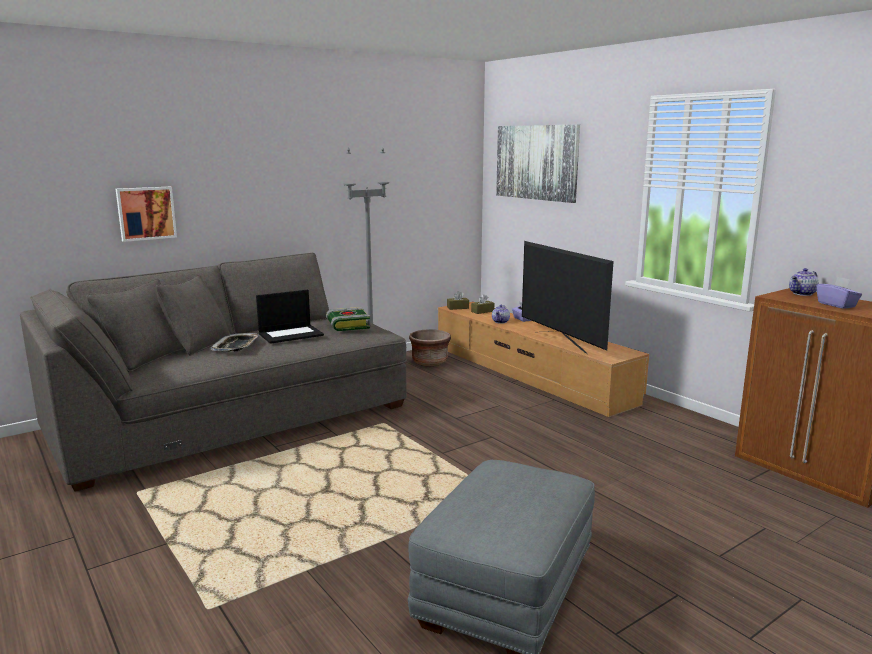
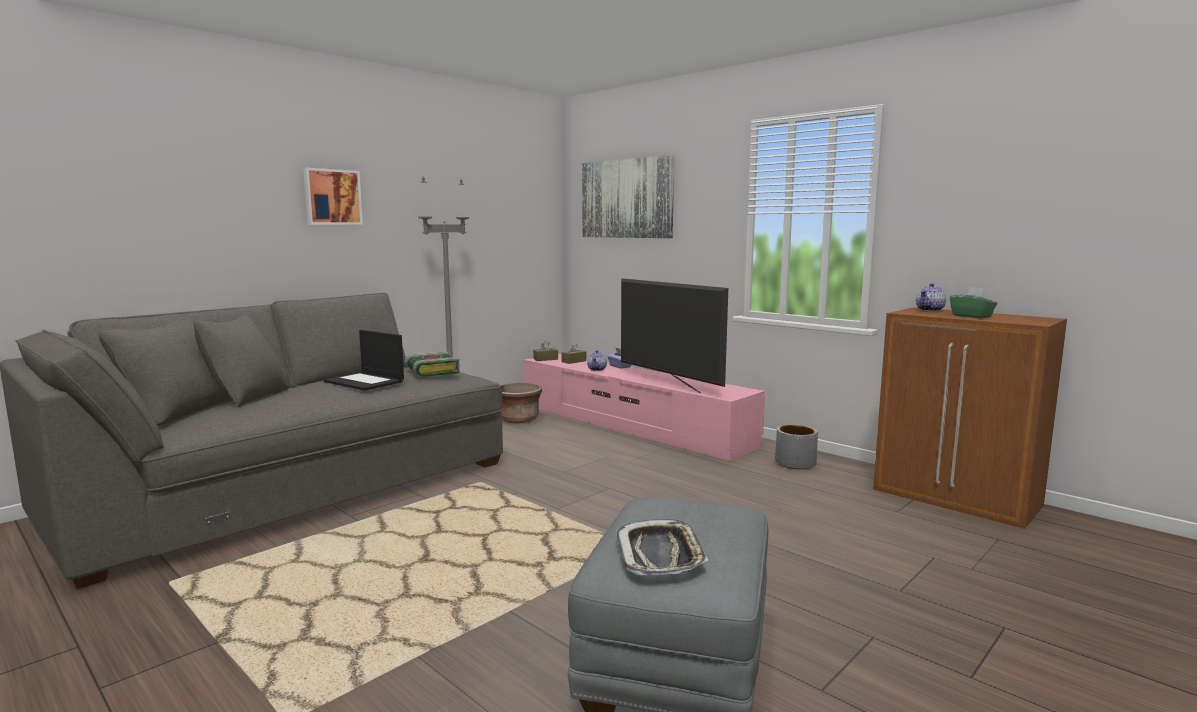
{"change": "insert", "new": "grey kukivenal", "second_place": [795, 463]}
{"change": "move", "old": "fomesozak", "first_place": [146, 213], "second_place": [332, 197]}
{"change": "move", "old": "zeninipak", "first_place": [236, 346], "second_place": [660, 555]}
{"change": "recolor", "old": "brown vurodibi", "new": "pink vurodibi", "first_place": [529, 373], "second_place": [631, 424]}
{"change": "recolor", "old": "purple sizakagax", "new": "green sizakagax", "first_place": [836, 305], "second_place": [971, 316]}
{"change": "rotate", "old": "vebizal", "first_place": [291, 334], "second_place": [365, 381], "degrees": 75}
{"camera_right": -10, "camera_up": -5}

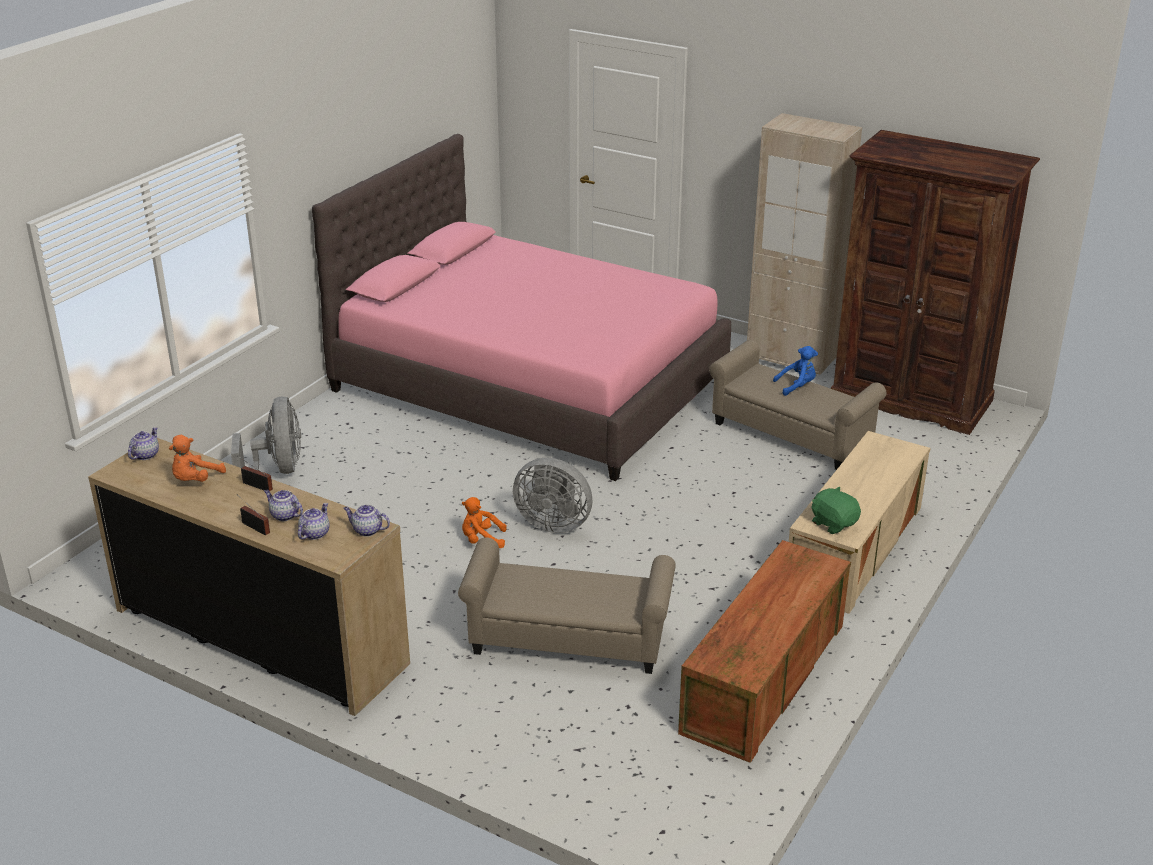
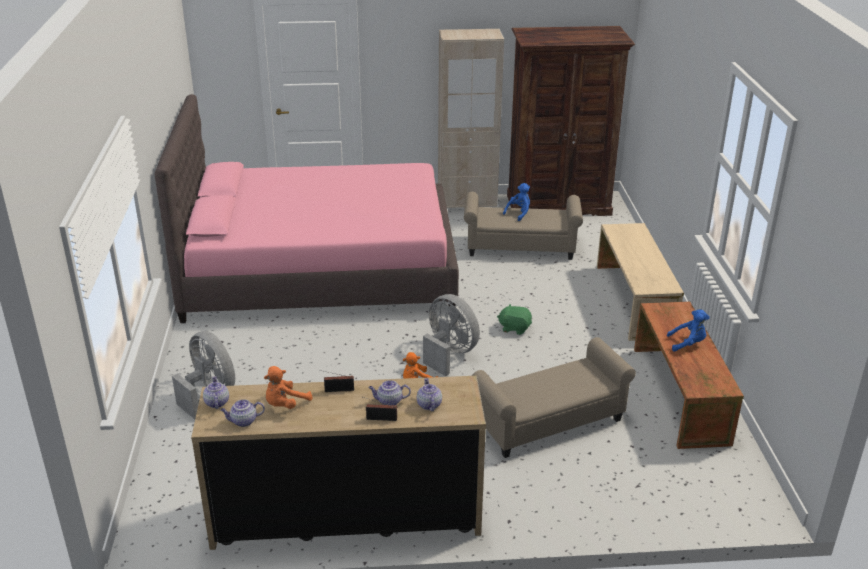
{"change": "insert", "new": "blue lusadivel", "second_place": [688, 344]}
{"change": "move", "old": "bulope", "first_place": [367, 530], "second_place": [243, 421]}
{"change": "move", "old": "green lusadivel", "first_place": [833, 523], "second_place": [514, 328]}
{"change": "rotate", "old": "orange lusadivel", "first_place": [195, 480], "second_place": [285, 404], "degrees": 45}
{"change": "rotate", "old": "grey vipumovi", "first_place": [553, 523], "second_place": [449, 354], "degrees": -120}
{"camera_right": -35, "camera_up": 0}

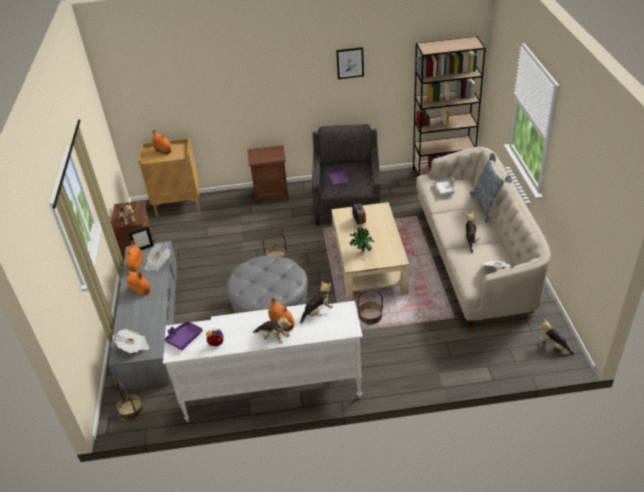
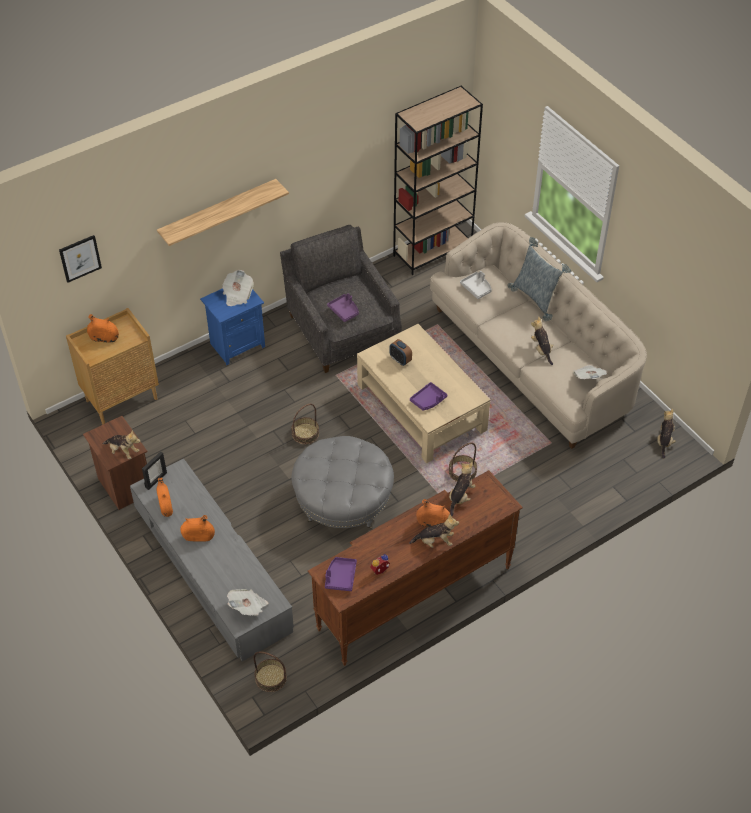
{"change": "insert", "new": "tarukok", "second_place": [218, 213]}
{"change": "move", "old": "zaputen", "first_place": [158, 263], "second_place": [237, 295]}
{"change": "move", "old": "fomesozak", "first_place": [350, 63], "second_place": [80, 258]}
{"change": "replace", "old": "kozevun", "new": "purple zeninipak", "first_place": [361, 251], "second_place": [428, 400]}
{"change": "recolor", "old": "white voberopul", "new": "brown voberopul", "first_place": [272, 392], "second_place": [413, 597]}
{"change": "recolor", "old": "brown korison", "new": "blue korison", "first_place": [271, 193], "second_place": [236, 344]}
{"change": "rotate", "old": "lusadivel", "first_place": [554, 345], "second_place": [664, 441], "degrees": 90}
{"camera_right": -30, "camera_up": 10}

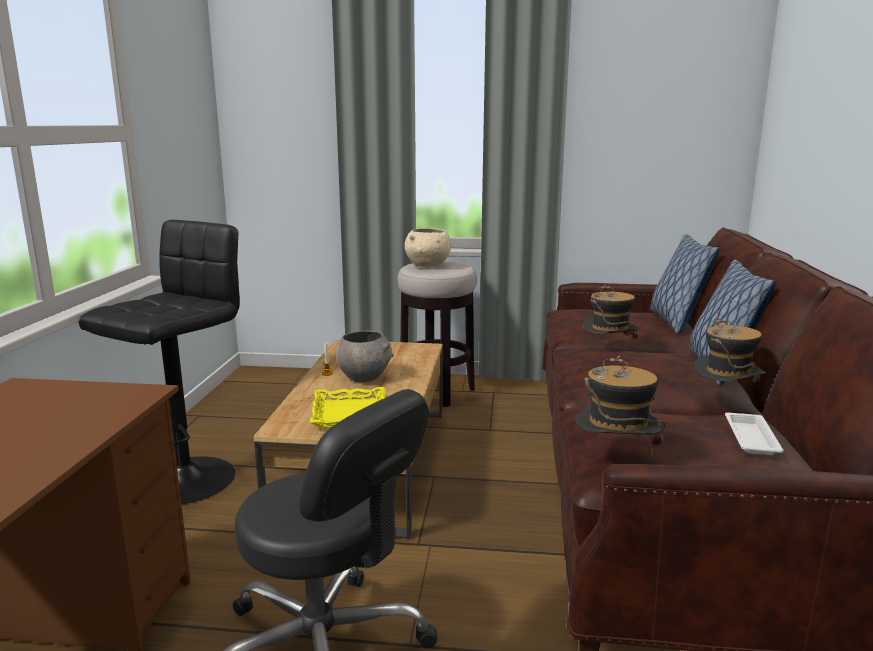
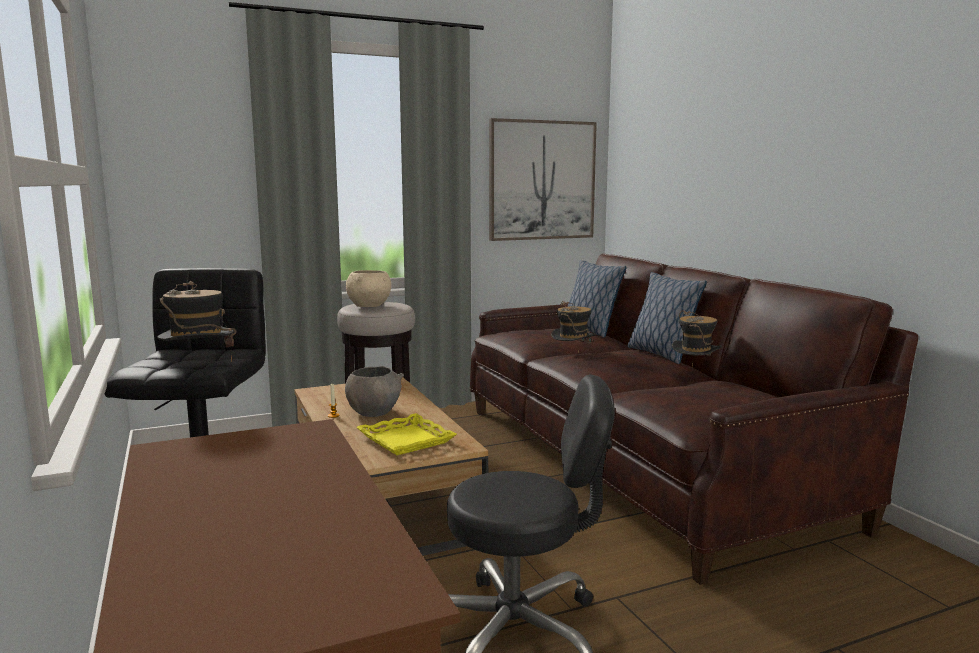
{"change": "delete", "old": "white zeninipak", "first_place": [751, 437]}
{"change": "insert", "new": "fomesozak", "second_place": [542, 180]}
{"change": "move", "old": "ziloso", "first_place": [615, 461], "second_place": [199, 368]}
{"camera_right": -30, "camera_up": -5}

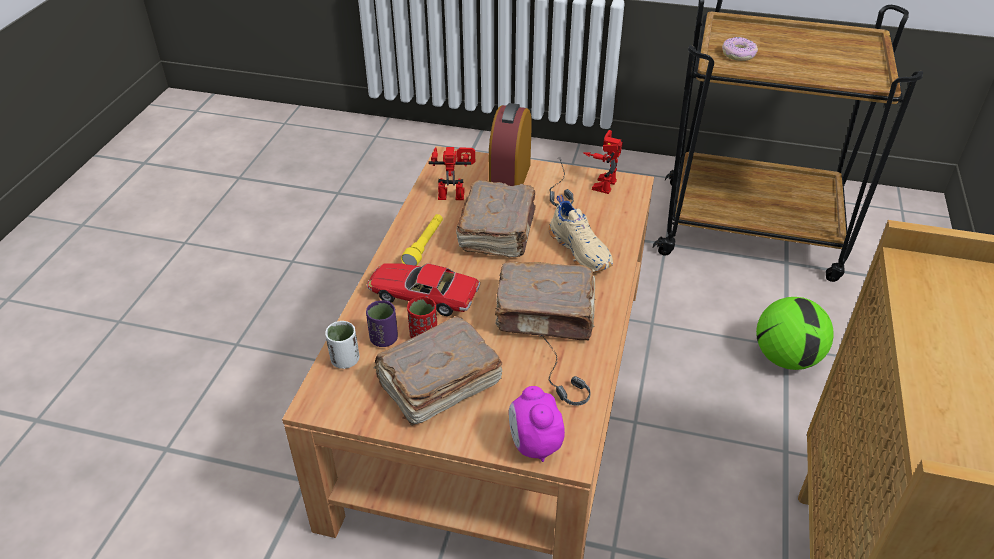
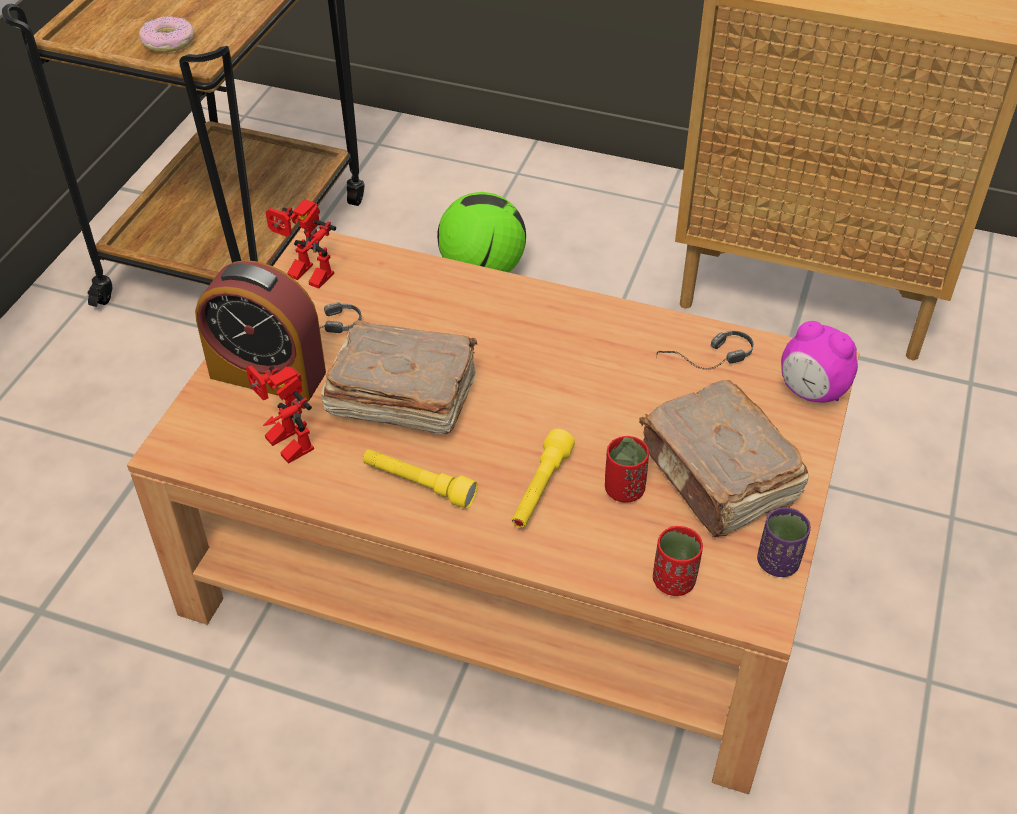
{"change": "delete", "old": "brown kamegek", "first_place": [546, 315]}
{"change": "delete", "old": "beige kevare", "first_place": [581, 250]}
{"change": "move", "old": "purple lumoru", "first_place": [384, 339], "second_place": [778, 562]}
{"change": "replace", "old": "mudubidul", "new": "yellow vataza", "first_place": [423, 296], "second_place": [540, 489]}
{"change": "recolor", "old": "white lumoru", "new": "red lumoru", "first_place": [345, 360], "second_place": [674, 581]}
{"change": "rotate", "old": "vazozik", "first_place": [453, 192], "second_place": [282, 444], "degrees": -45}
{"change": "rotate", "old": "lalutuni", "first_place": [534, 445], "second_place": [811, 392], "degrees": 45}
{"camera_right": -85, "camera_up": 5}

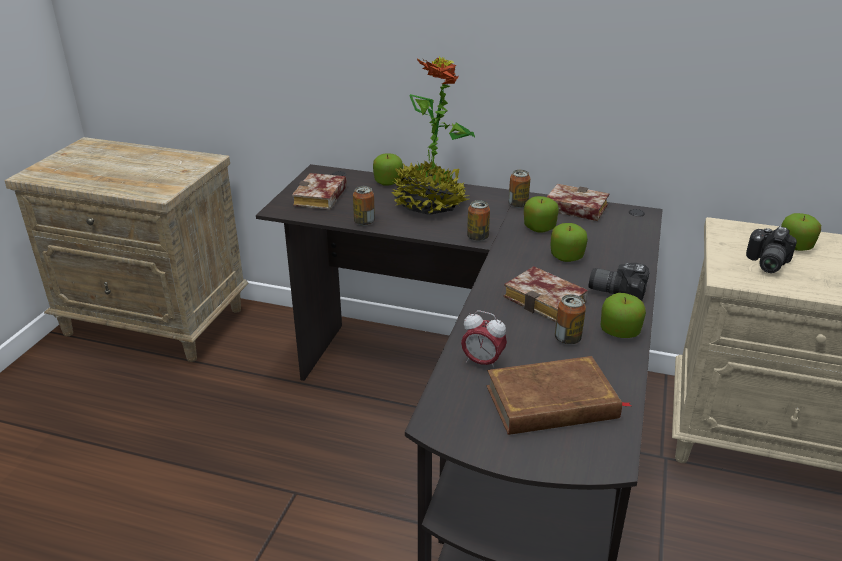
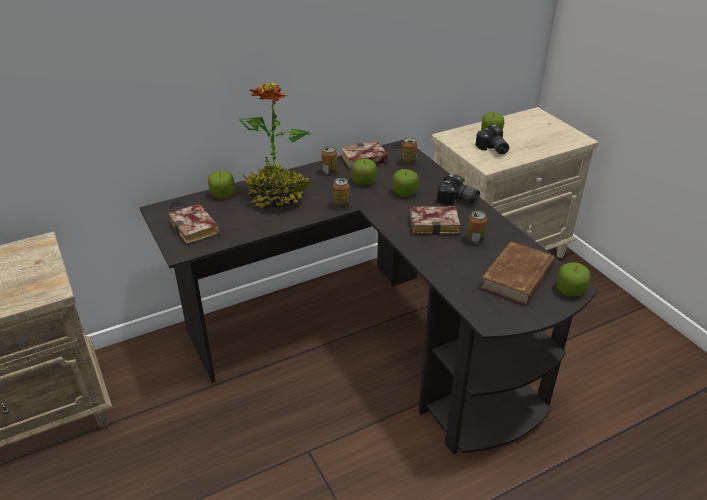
{"change": "delete", "old": "lalutuni", "first_place": [482, 362]}
{"change": "move", "old": "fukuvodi", "first_place": [364, 222], "second_place": [408, 162]}
{"change": "move", "old": "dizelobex", "first_place": [620, 331], "second_place": [570, 290]}
{"change": "rotate", "old": "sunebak", "first_place": [617, 292], "second_place": [457, 200], "degrees": -120}
{"camera_right": -45, "camera_up": 5}

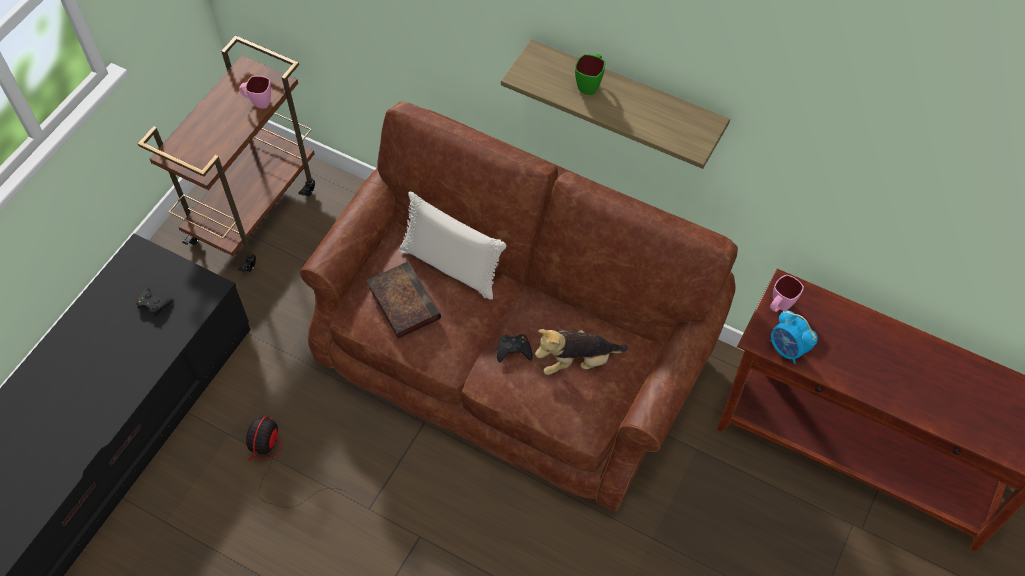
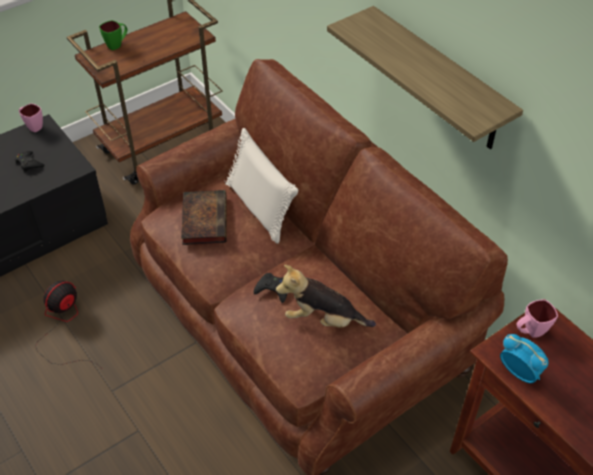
{"change": "move", "old": "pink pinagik", "first_place": [258, 102], "second_place": [33, 126]}
{"change": "move", "old": "green pinagik", "first_place": [590, 84], "second_place": [117, 45]}
{"change": "rotate", "old": "lalutuni", "first_place": [787, 349], "second_place": [519, 372], "degrees": 150}
{"camera_right": 25, "camera_up": -10}

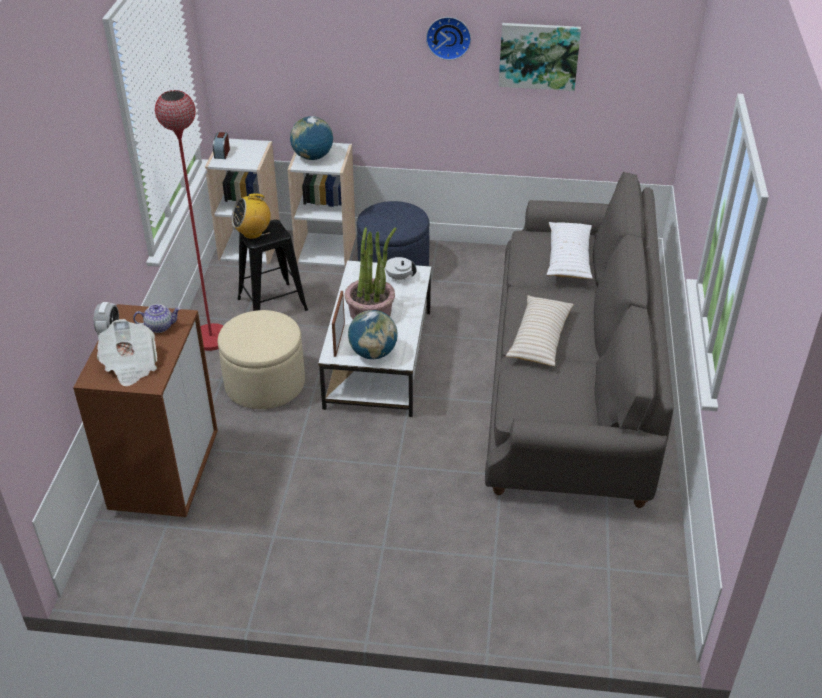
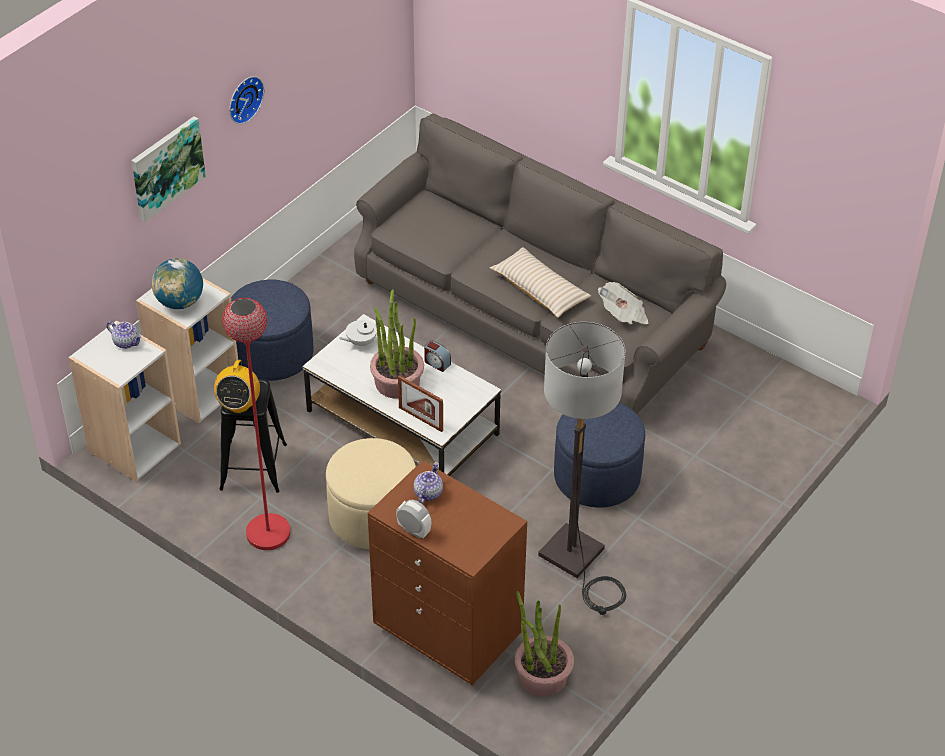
{"change": "delete", "old": "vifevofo", "first_place": [373, 353]}
{"change": "delete", "old": "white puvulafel", "first_place": [568, 258]}
{"change": "insert", "new": "bulope", "second_place": [126, 342]}
{"change": "insert", "new": "kozevun", "second_place": [542, 675]}
{"change": "insert", "new": "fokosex", "second_place": [580, 565]}
{"change": "insert", "new": "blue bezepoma", "second_place": [597, 477]}
{"change": "move", "old": "zaputen", "first_place": [130, 365], "second_place": [623, 315]}
{"change": "move", "old": "lalutuni", "first_place": [222, 153], "second_place": [436, 363]}
{"change": "move", "old": "fomesozak", "first_place": [538, 55], "second_place": [166, 167]}
{"camera_right": -60, "camera_up": 5}

